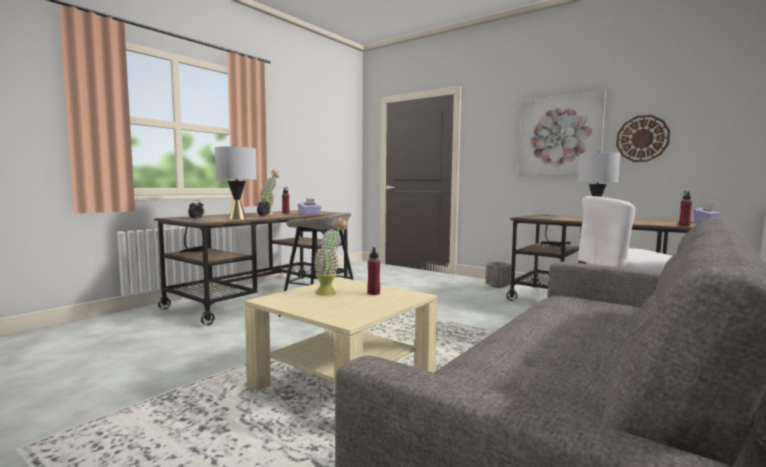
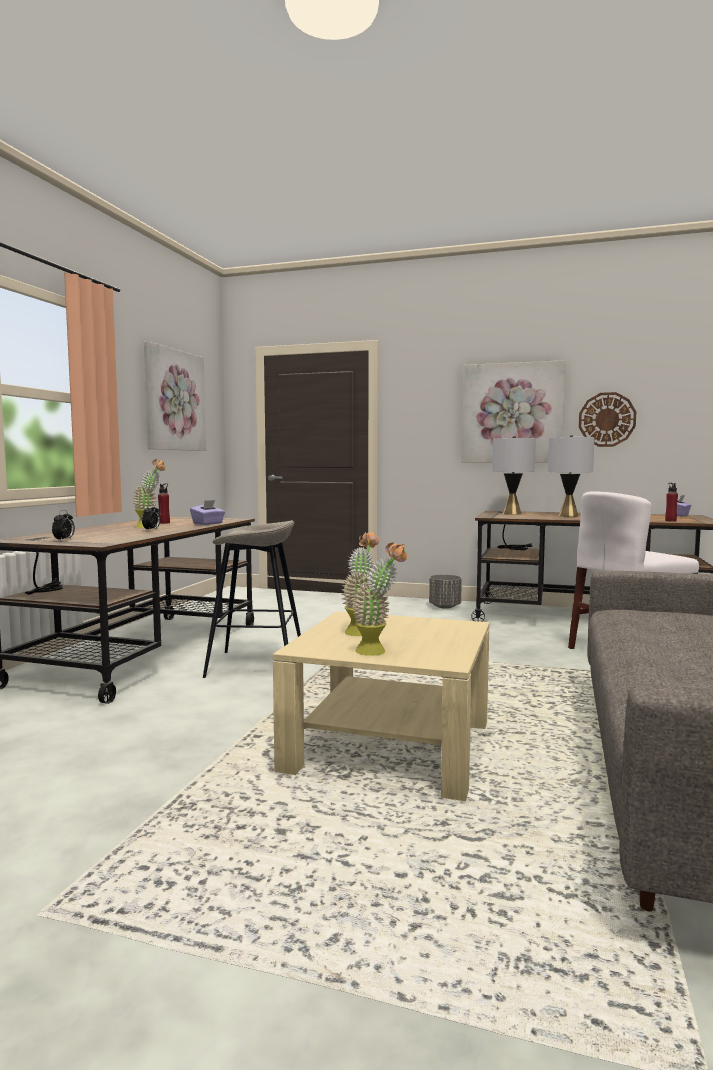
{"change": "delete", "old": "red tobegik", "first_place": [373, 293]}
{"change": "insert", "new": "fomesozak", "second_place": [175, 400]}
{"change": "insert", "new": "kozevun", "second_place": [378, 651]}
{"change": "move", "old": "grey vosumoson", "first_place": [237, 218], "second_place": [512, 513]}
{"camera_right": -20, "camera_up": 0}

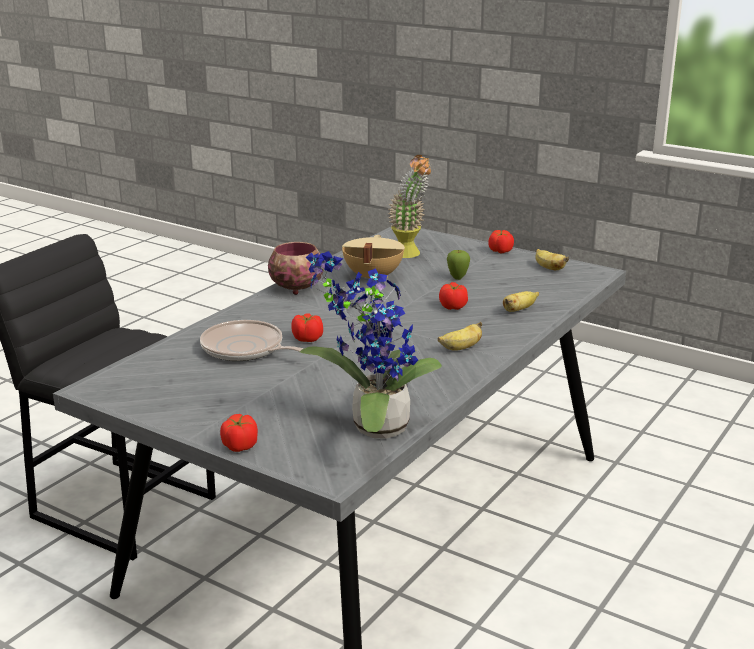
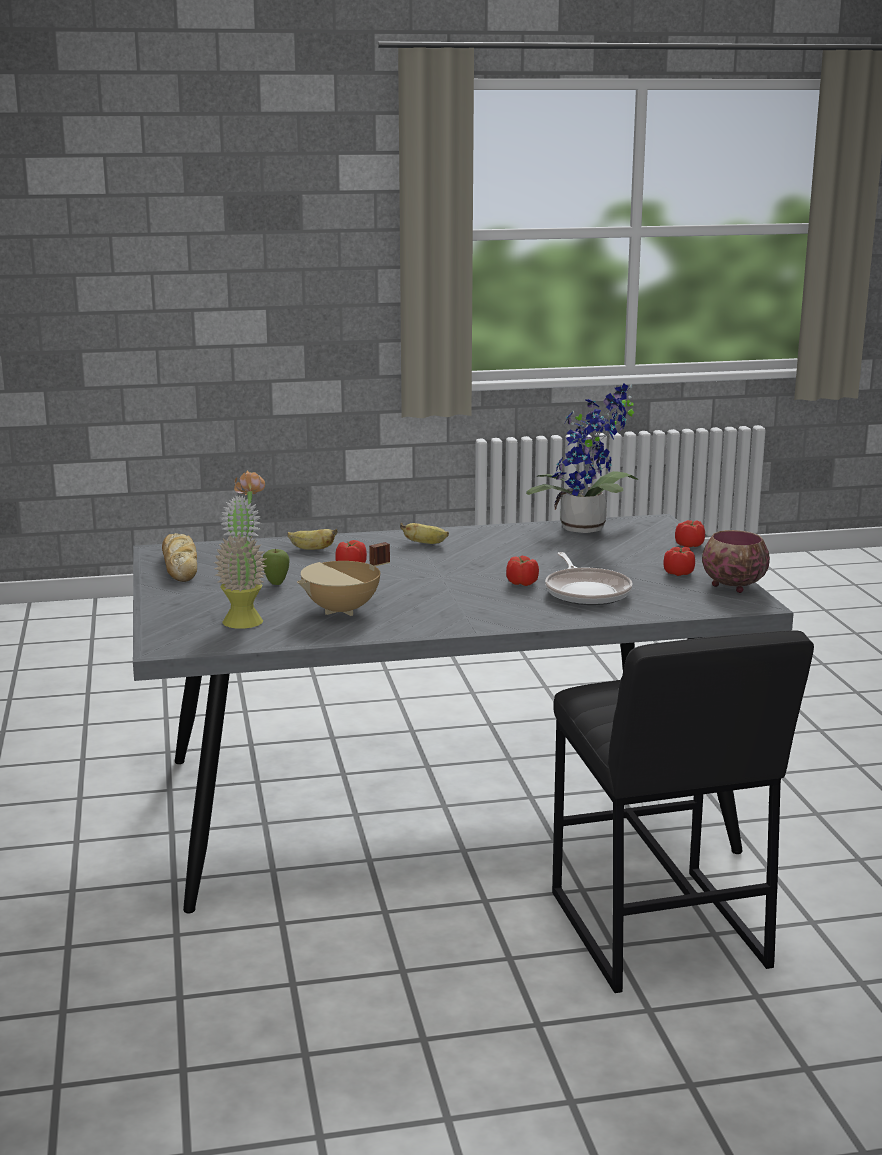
{"change": "move", "old": "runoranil", "first_place": [297, 288], "second_place": [732, 586]}
{"change": "move", "old": "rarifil", "first_place": [500, 251], "second_place": [679, 573]}
{"change": "replace", "old": "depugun", "new": "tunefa", "first_place": [548, 268], "second_place": [180, 565]}
{"camera_right": -135, "camera_up": -5}

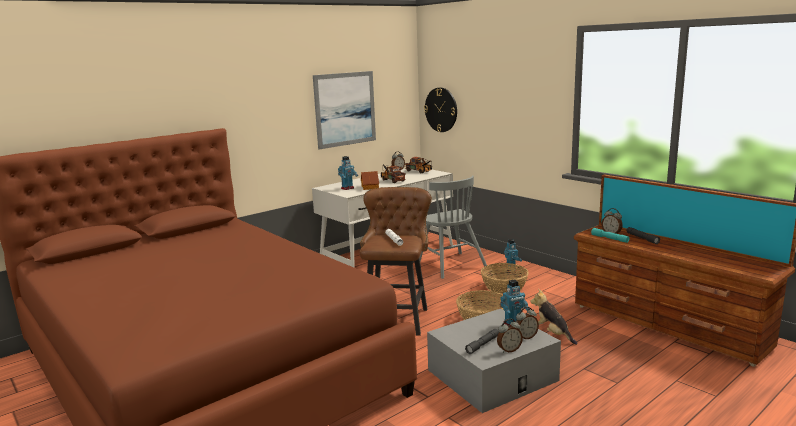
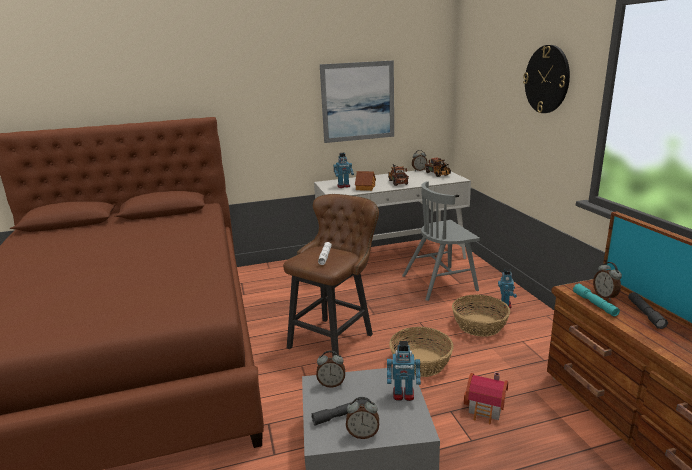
{"change": "move", "old": "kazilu", "first_place": [441, 109], "second_place": [547, 79]}
{"change": "move", "old": "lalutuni", "first_place": [526, 337], "second_place": [331, 384]}
{"change": "replace", "old": "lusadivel", "new": "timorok", "first_place": [552, 333], "second_place": [486, 409]}
{"change": "rotate", "old": "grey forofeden", "first_place": [449, 264], "second_place": [443, 282], "degrees": 75}
{"camera_right": 25, "camera_up": 5}

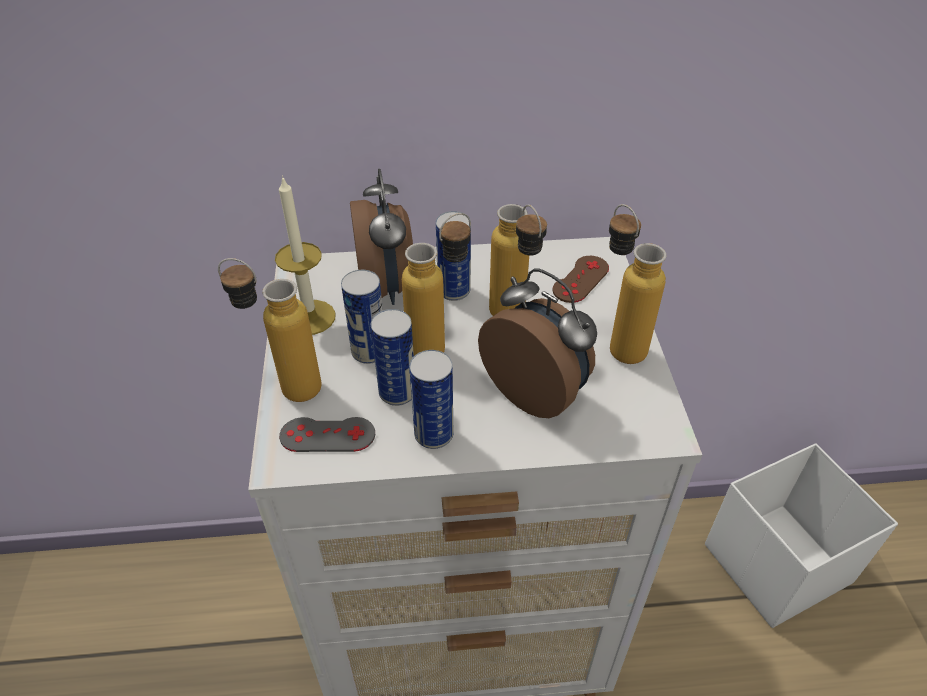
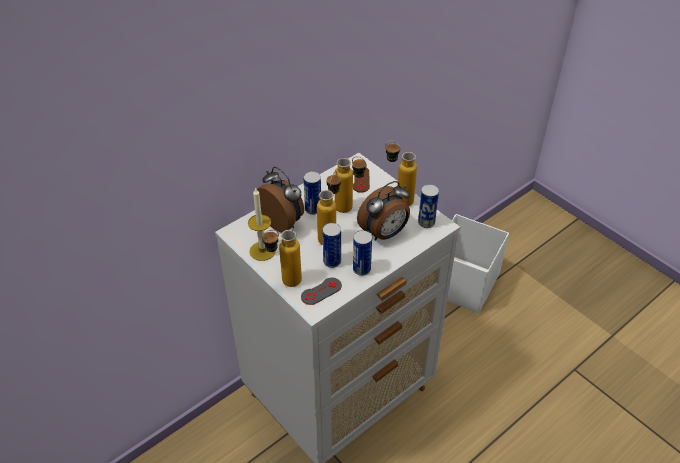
{"change": "move", "old": "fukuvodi", "first_place": [369, 352], "second_place": [426, 222]}
{"change": "rotate", "old": "lalutuni", "first_place": [537, 391], "second_place": [384, 234], "degrees": 135}
{"camera_right": -35, "camera_up": 0}

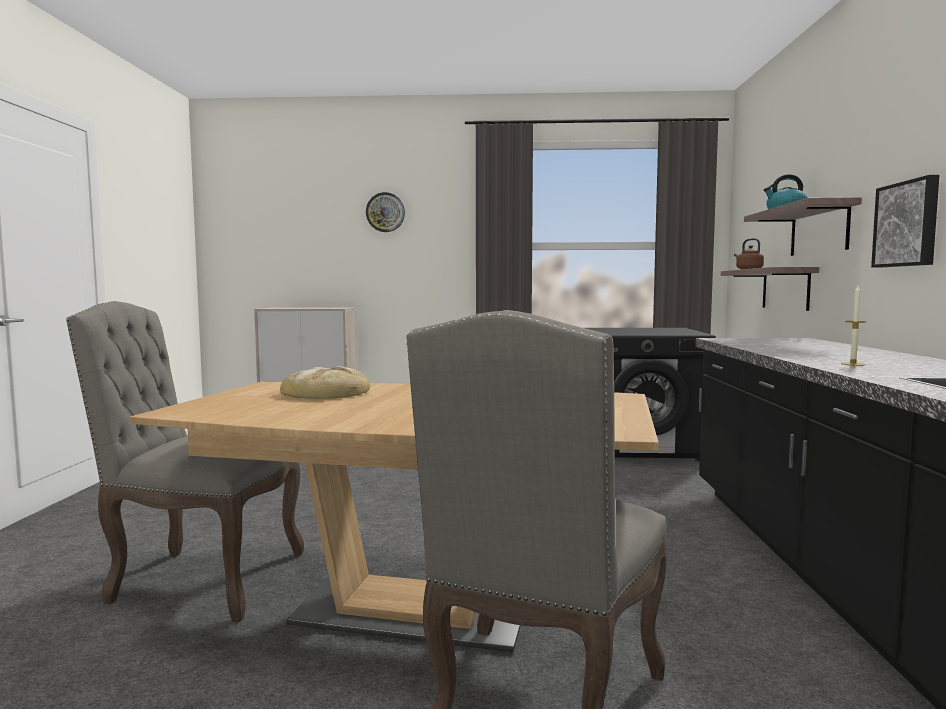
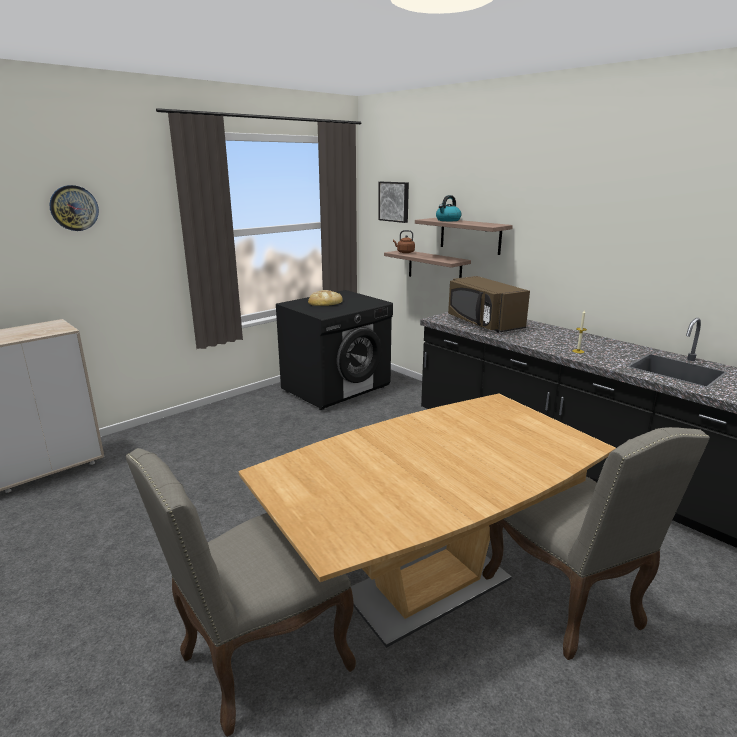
{"change": "insert", "new": "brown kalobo", "second_place": [483, 323]}
{"change": "move", "old": "tunefa", "first_place": [327, 392], "second_place": [325, 302]}
{"change": "move", "old": "fomesozak", "first_place": [908, 224], "second_place": [394, 201]}
{"camera_right": -45, "camera_up": 15}

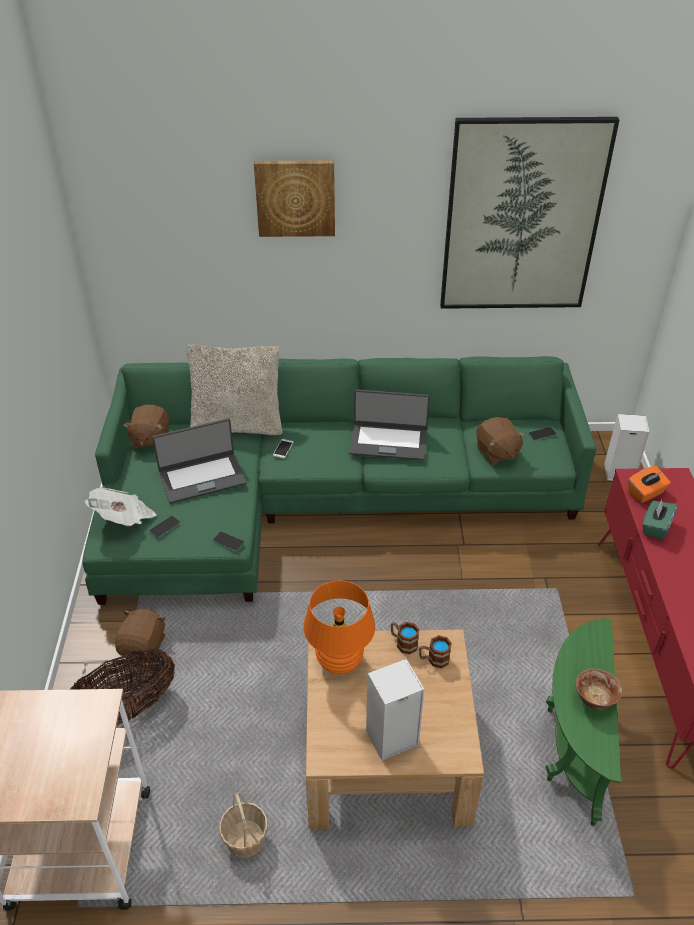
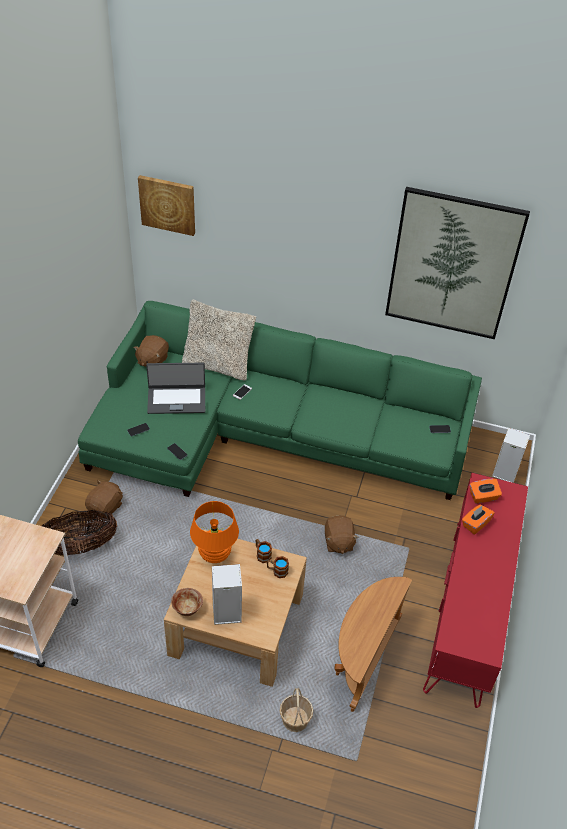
{"change": "delete", "old": "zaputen", "first_place": [124, 518]}
{"change": "delete", "old": "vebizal", "first_place": [388, 441]}
{"change": "move", "old": "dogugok", "first_place": [245, 840], "second_place": [295, 720]}
{"change": "move", "old": "fomesozak", "first_place": [295, 198], "second_place": [167, 204]}
{"change": "move", "old": "brown lusadivel", "first_place": [496, 452], "second_place": [338, 542]}
{"change": "move", "old": "runoranil", "first_place": [594, 700], "second_place": [187, 609]}
{"change": "recolor", "old": "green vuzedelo", "new": "brown vuzedelo", "first_place": [571, 747], "second_place": [363, 659]}
{"change": "recolor", "old": "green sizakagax", "new": "orange sizakagax", "first_place": [655, 527], "second_place": [475, 524]}
{"camera_right": 15, "camera_up": 5}

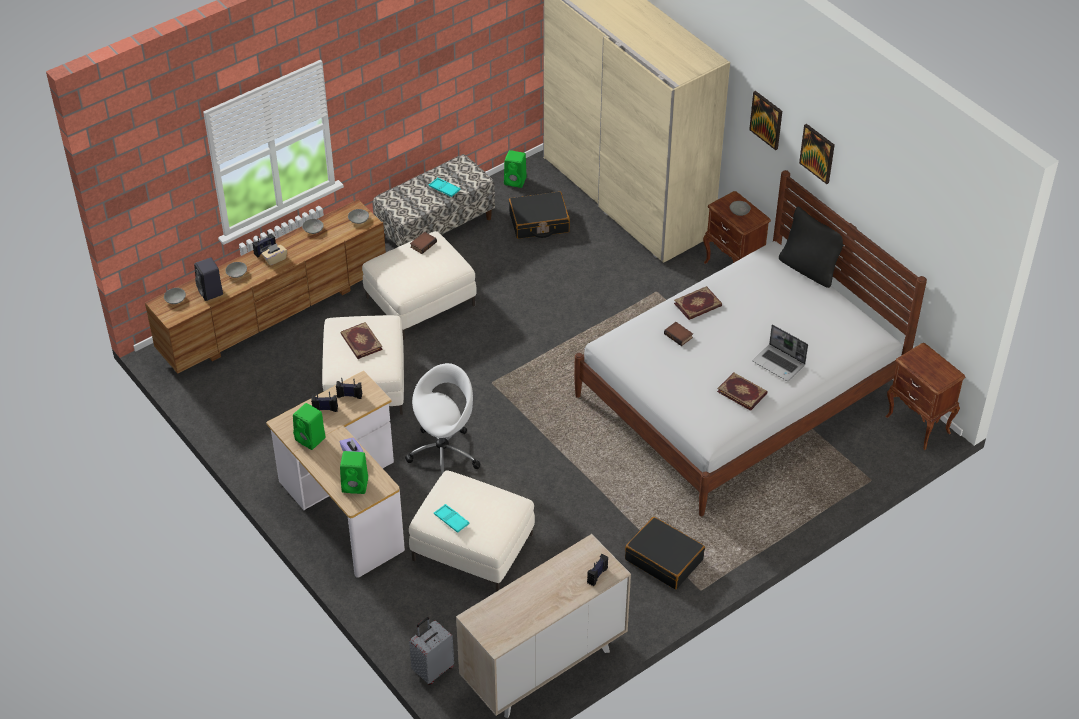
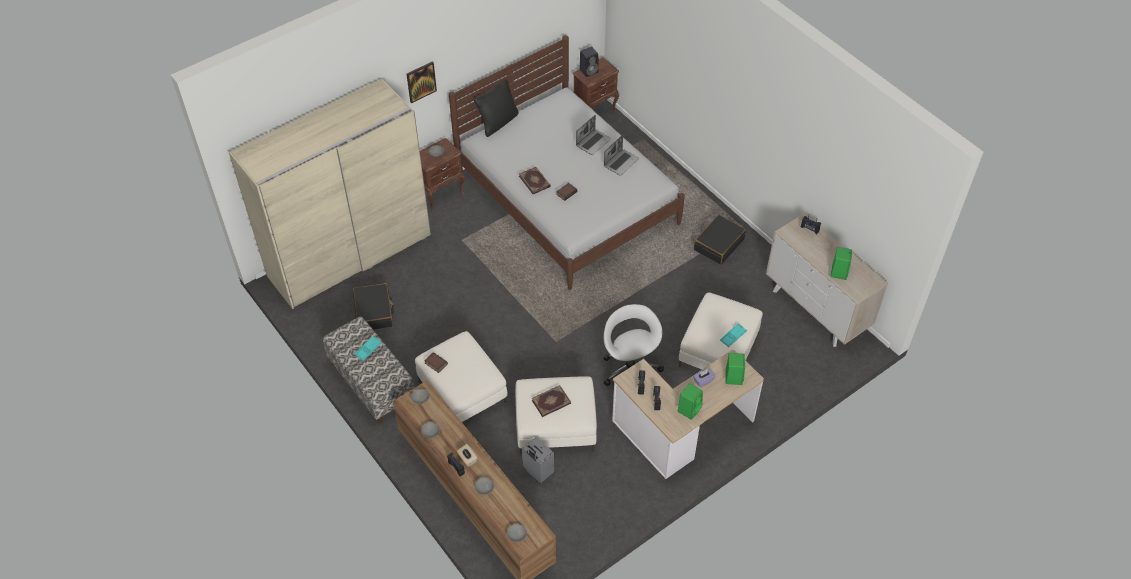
{"change": "delete", "old": "fomesozak", "first_place": [817, 153]}
{"change": "move", "old": "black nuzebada", "first_place": [211, 292], "second_place": [589, 71]}
{"change": "move", "old": "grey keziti", "first_place": [432, 669], "second_place": [537, 472]}
{"change": "move", "old": "green nuzebada", "first_place": [516, 181], "second_place": [839, 271]}
{"change": "replace", "old": "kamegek", "new": "vebizal", "first_place": [742, 392], "second_place": [621, 162]}
{"camera_right": -90, "camera_up": 5}

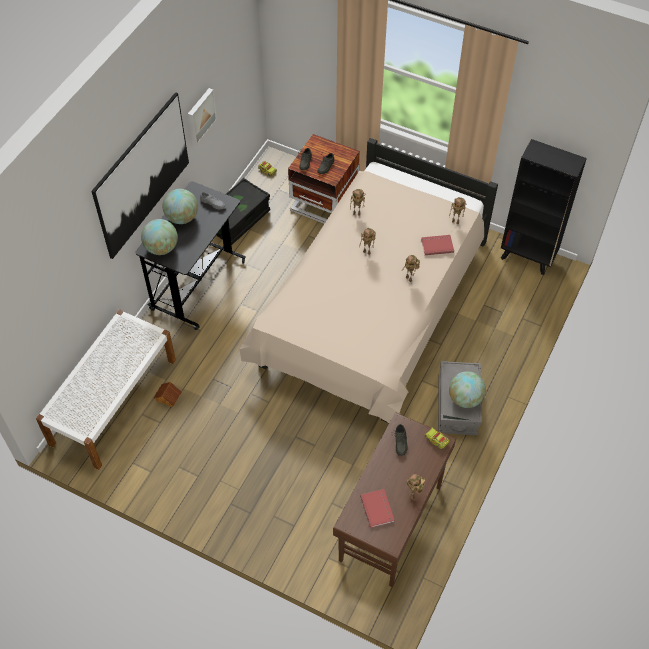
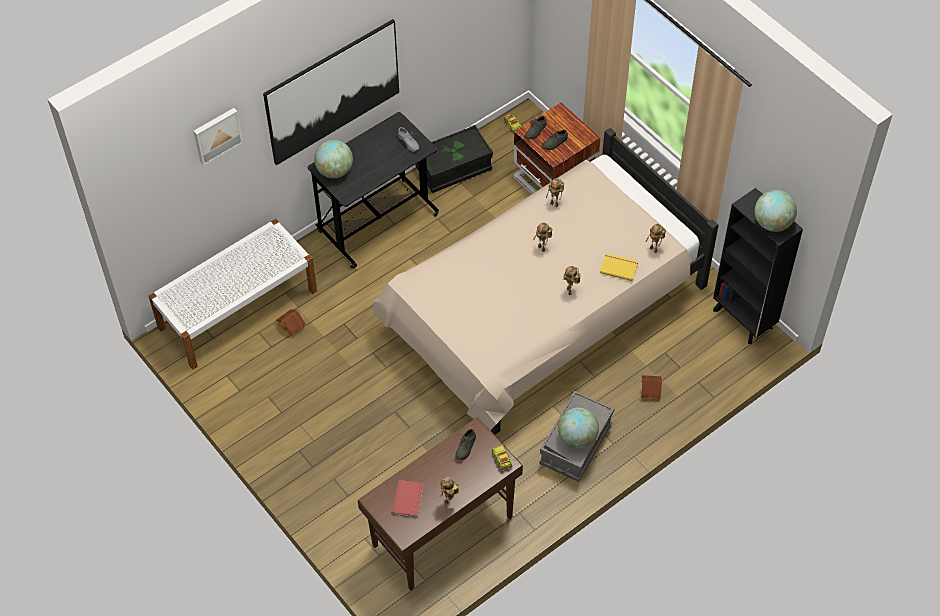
{"change": "insert", "new": "timorok", "second_place": [651, 390]}
{"change": "move", "old": "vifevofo", "first_place": [182, 218], "second_place": [772, 223]}
{"change": "move", "old": "fomesozak", "first_place": [200, 115], "second_place": [216, 134]}
{"change": "recolor", "old": "red kamegek", "new": "yellow kamegek", "first_place": [437, 245], "second_place": [619, 267]}
{"camera_right": 25, "camera_up": 0}

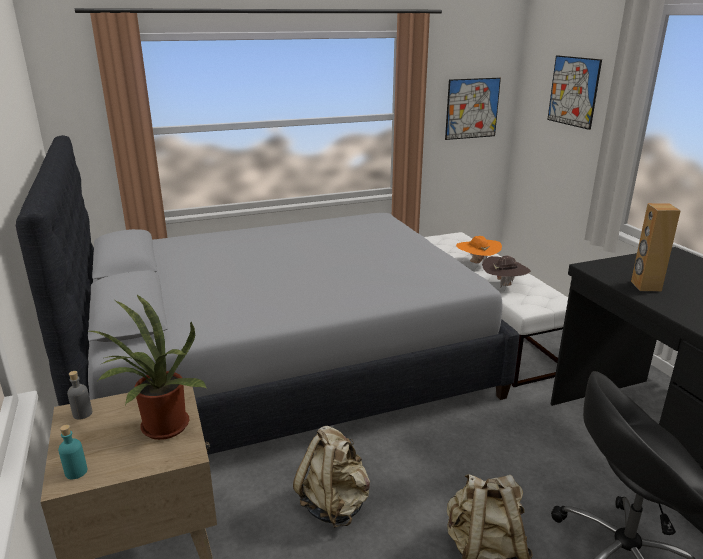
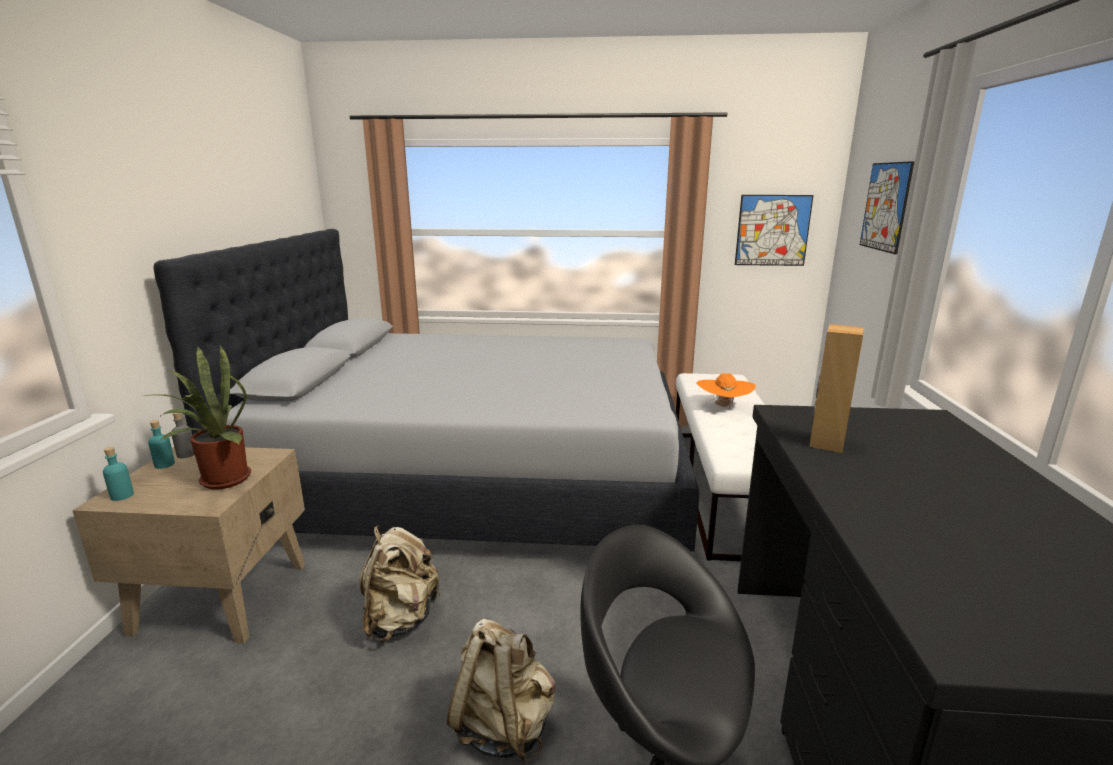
{"change": "delete", "old": "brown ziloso", "first_place": [504, 285]}
{"change": "insert", "new": "turquoise tobegik", "second_place": [164, 464]}
{"camera_right": 25, "camera_up": -5}

